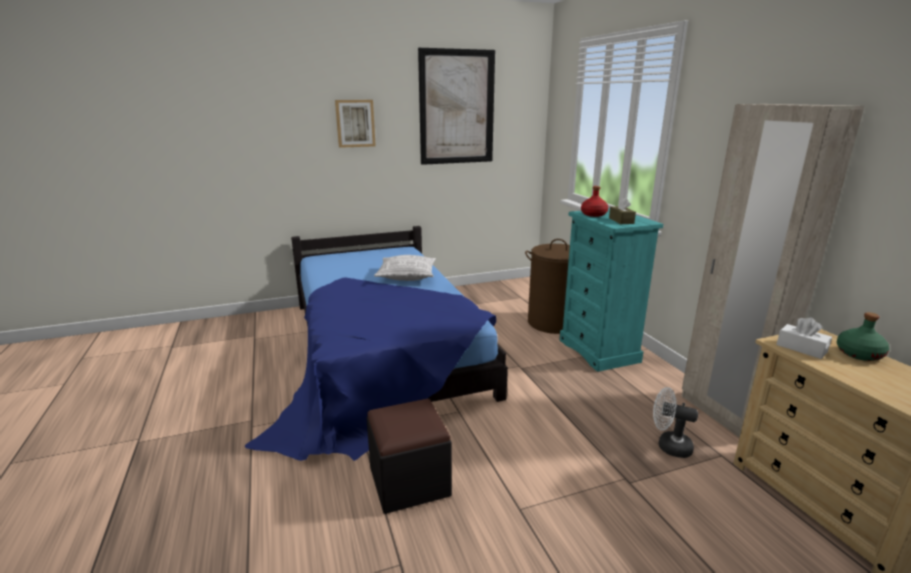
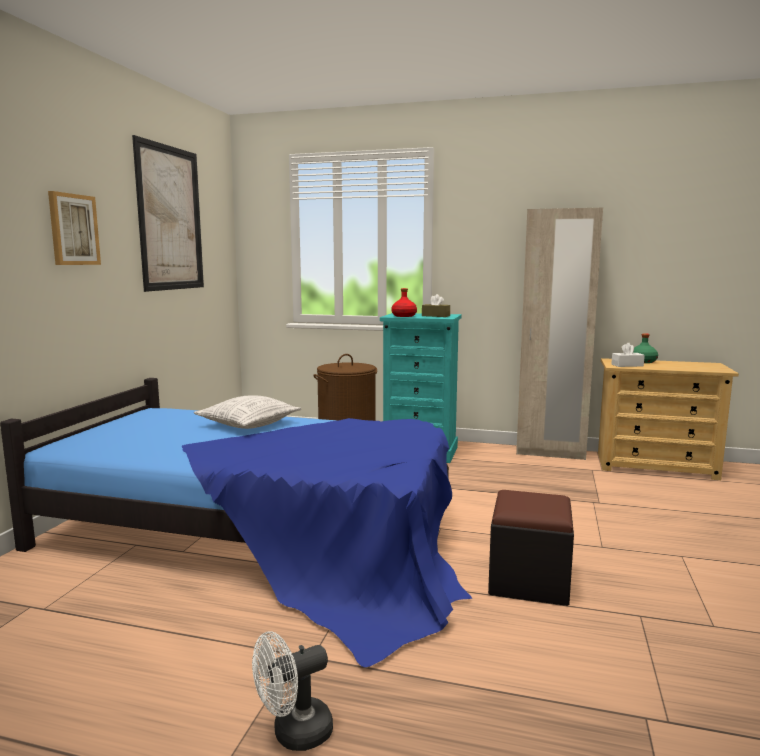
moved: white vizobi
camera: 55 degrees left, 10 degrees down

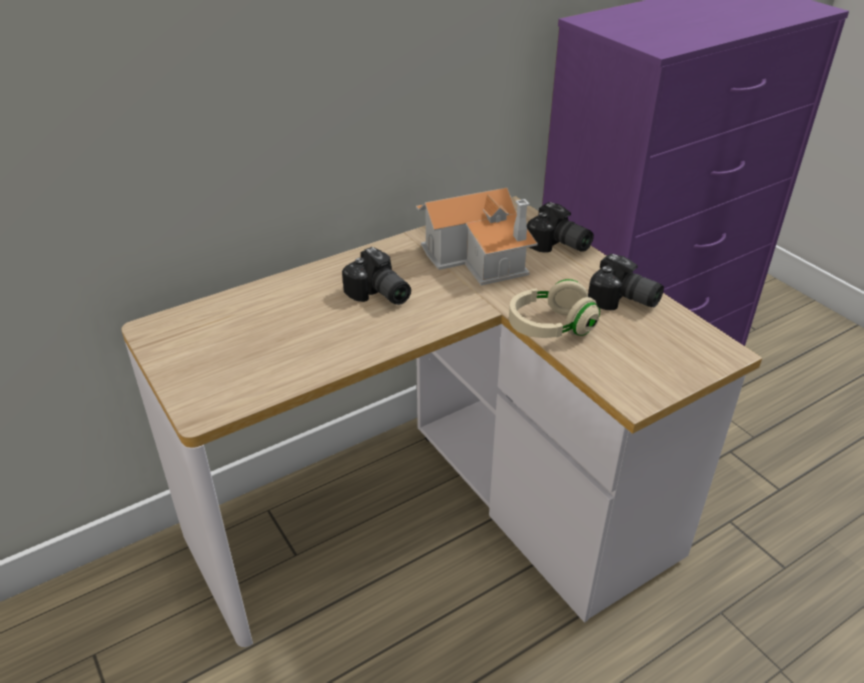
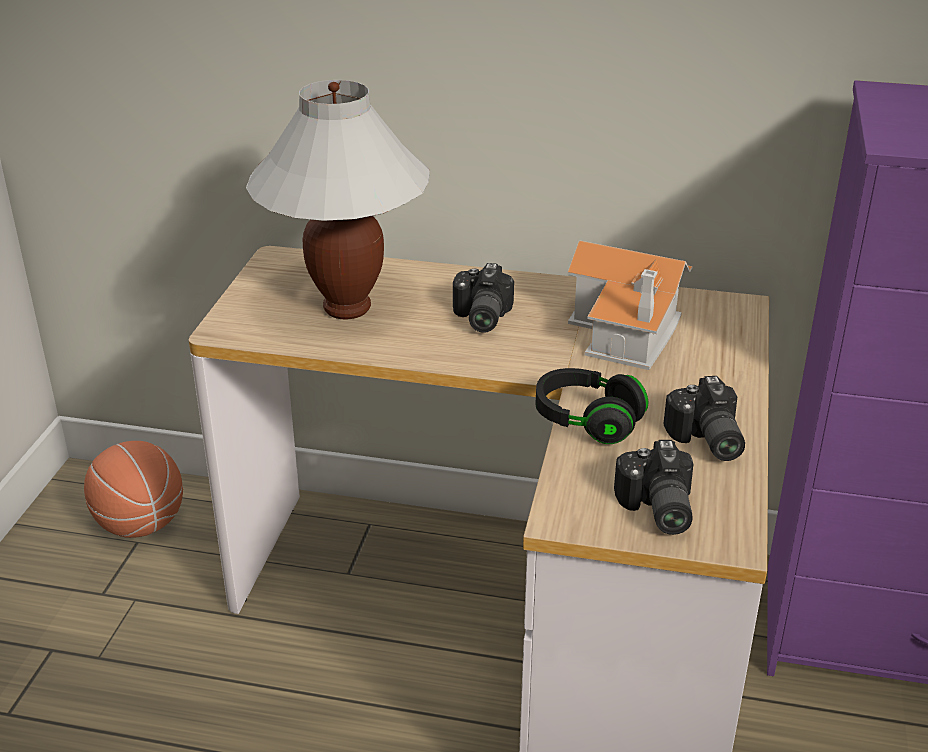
added: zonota; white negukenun
moved: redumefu (2nd from left)
recoloured: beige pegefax to black pegefax
camera: 45 degrees right, 5 degrees down

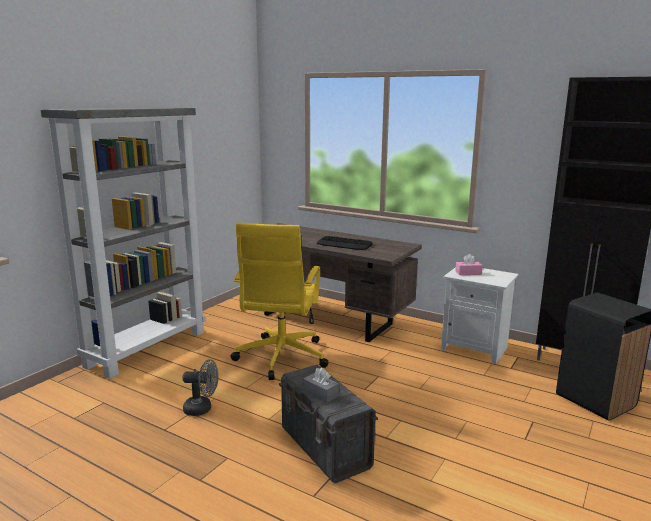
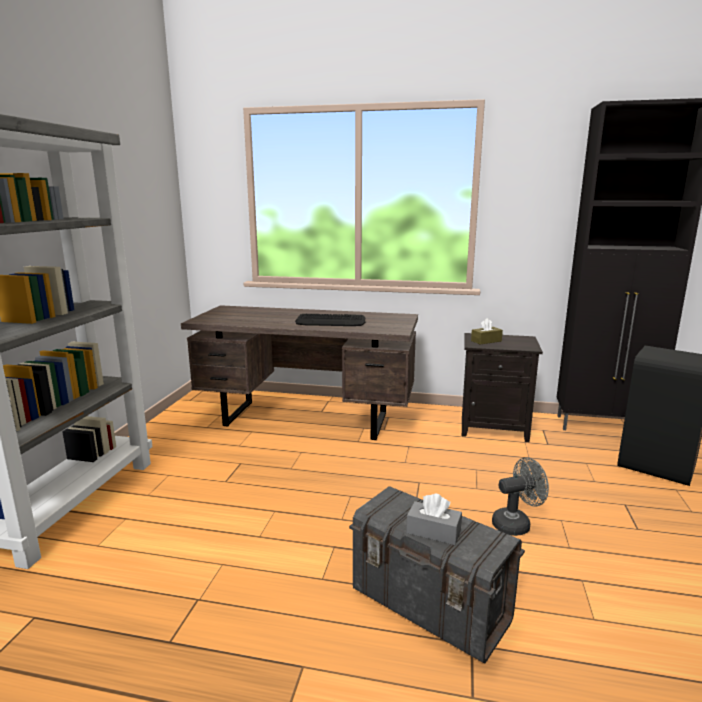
removed: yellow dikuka
moved: grey vizobi
recoloured: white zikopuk to black zikopuk; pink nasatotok to brown nasatotok
camera: 20 degrees left, 0 degrees up

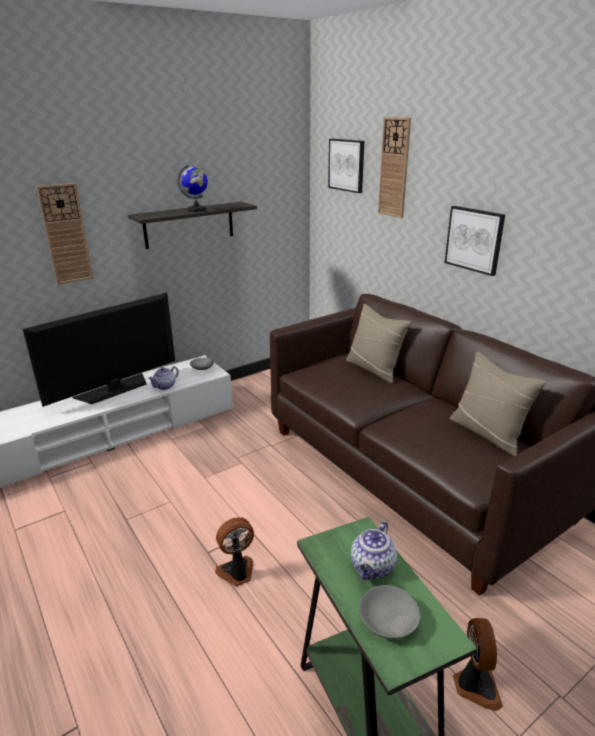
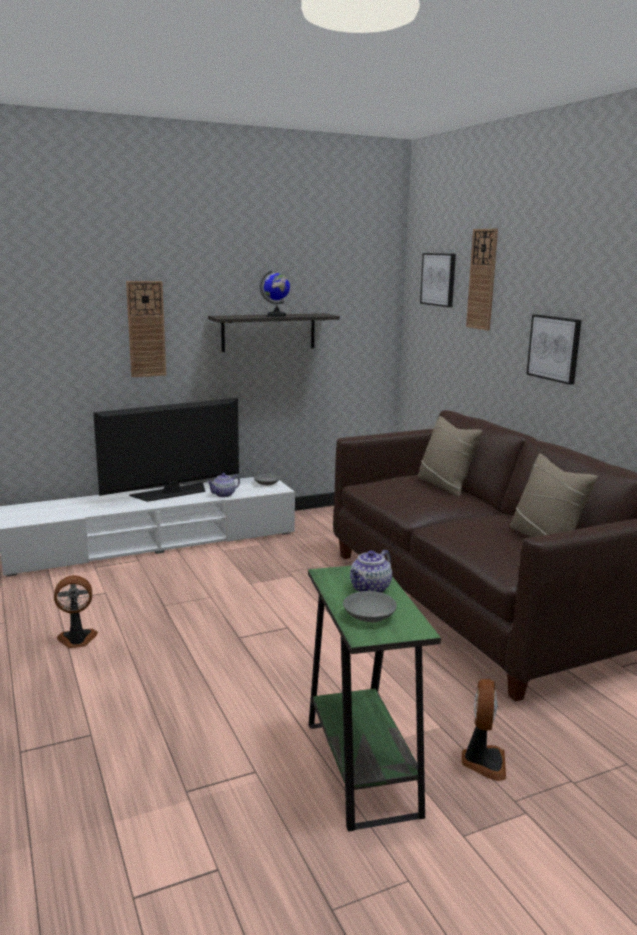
moved: vizobi (1st from left)
camera: 10 degrees right, 10 degrees down

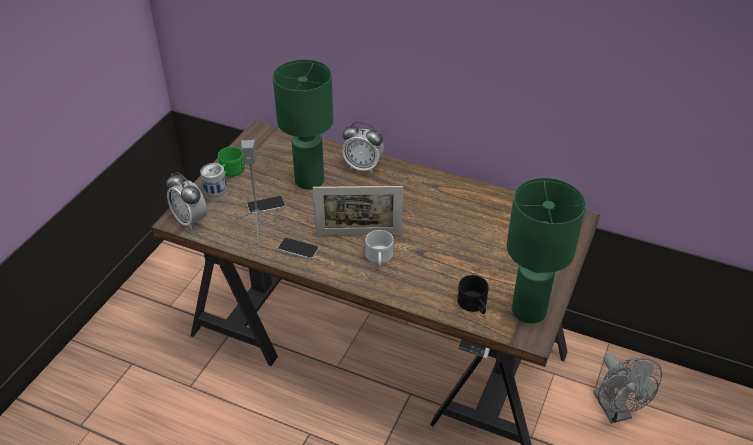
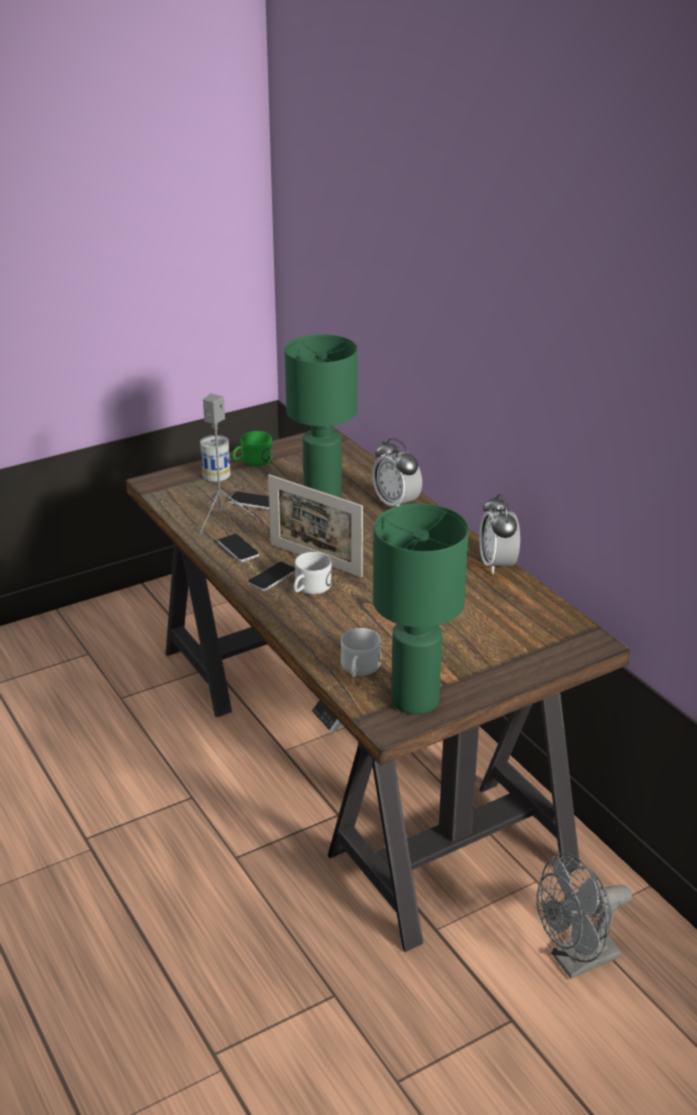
added: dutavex (3rd from left)
moved: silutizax (1st from left in the first image) to silutizax (2nd from left)
recoloured: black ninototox to white ninototox (2nd from left)
turned: grey vizobi 45 degrees clockwise
camera: 35 degrees right, 10 degrees down

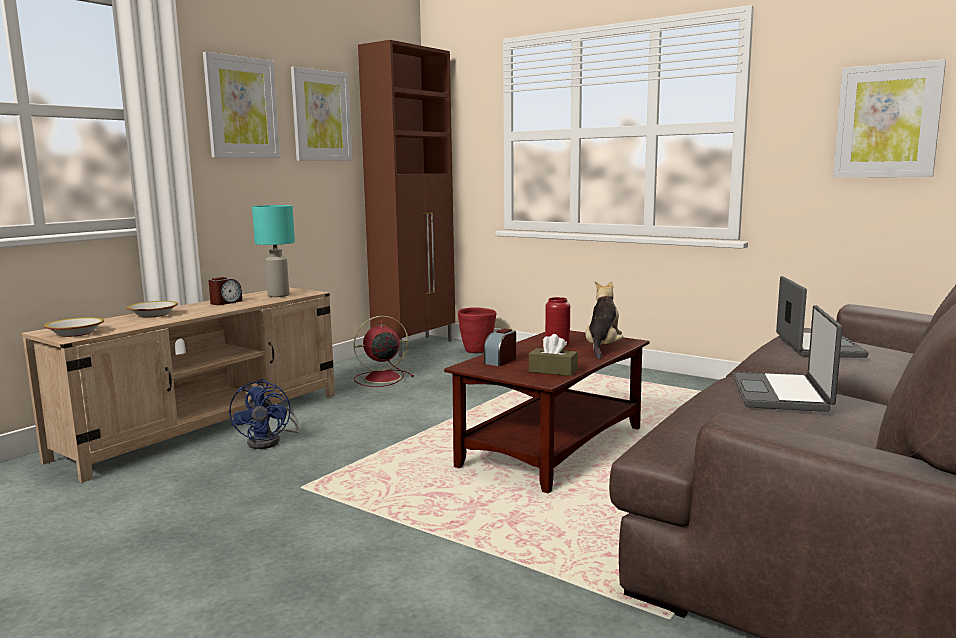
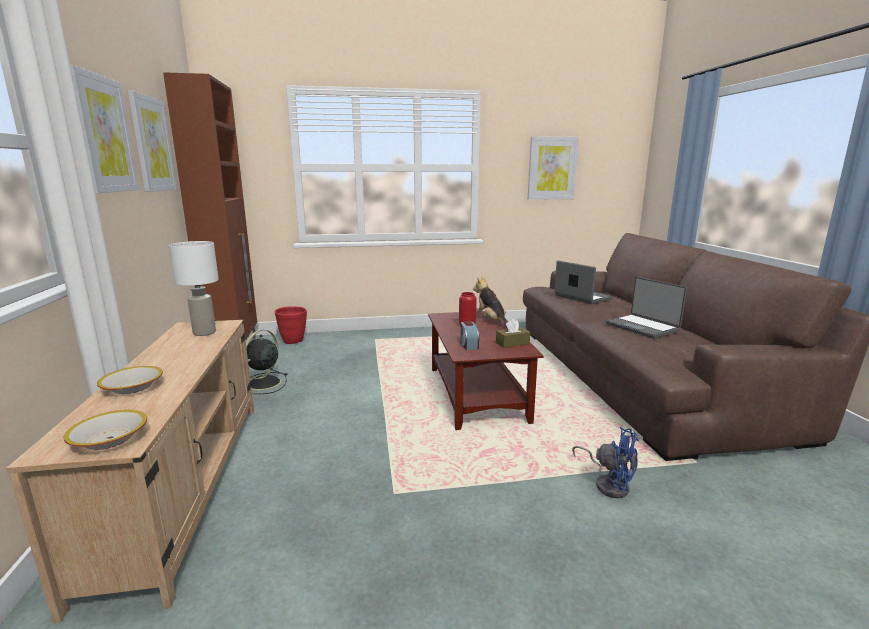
removed: silutizax (1st from left)
moved: blue vizobi
recoloured: turquoise negukenun to white negukenun; red vizobi to black vizobi
camera: 45 degrees left, 5 degrees up

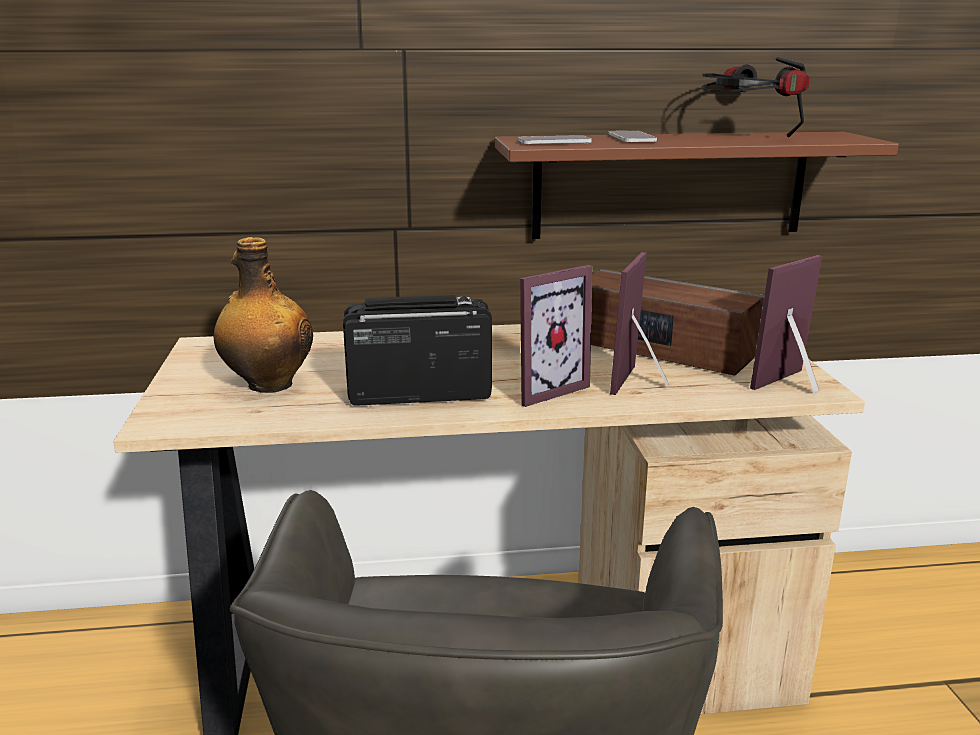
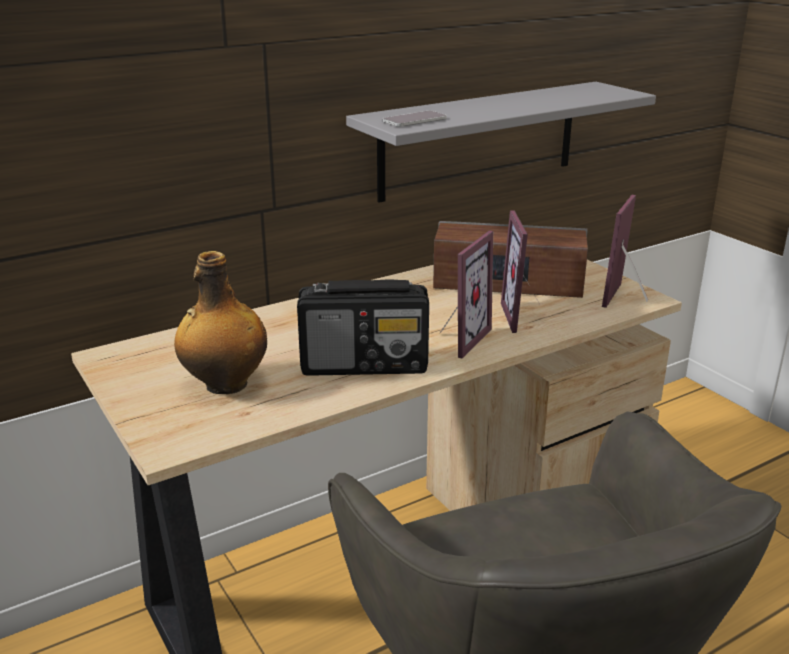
removed: dutavex (2nd from left); pegefax
recoloured: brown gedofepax to grey gedofepax
turned: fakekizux 150 degrees counterclockwise
camera: 25 degrees left, 5 degrees up

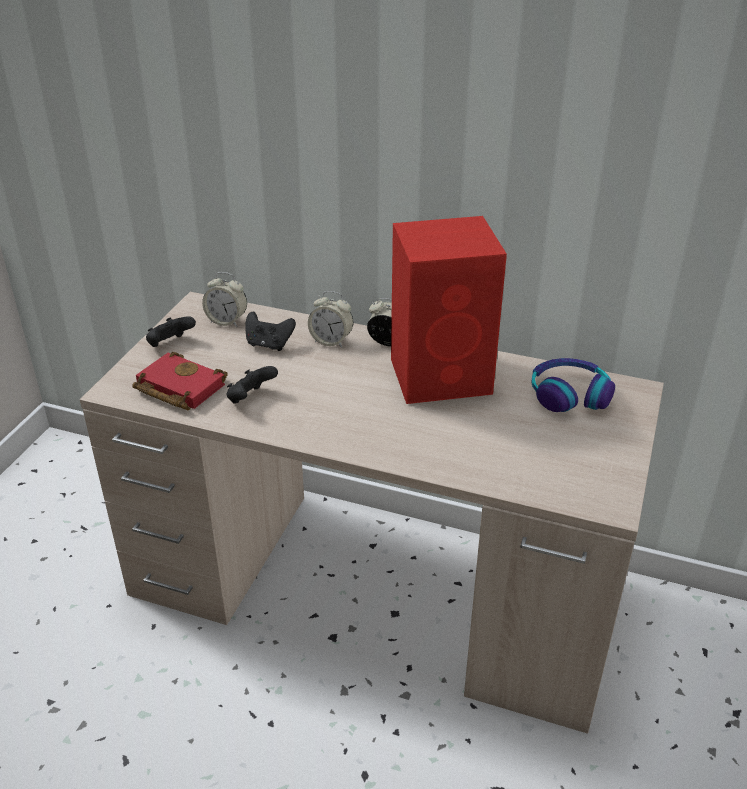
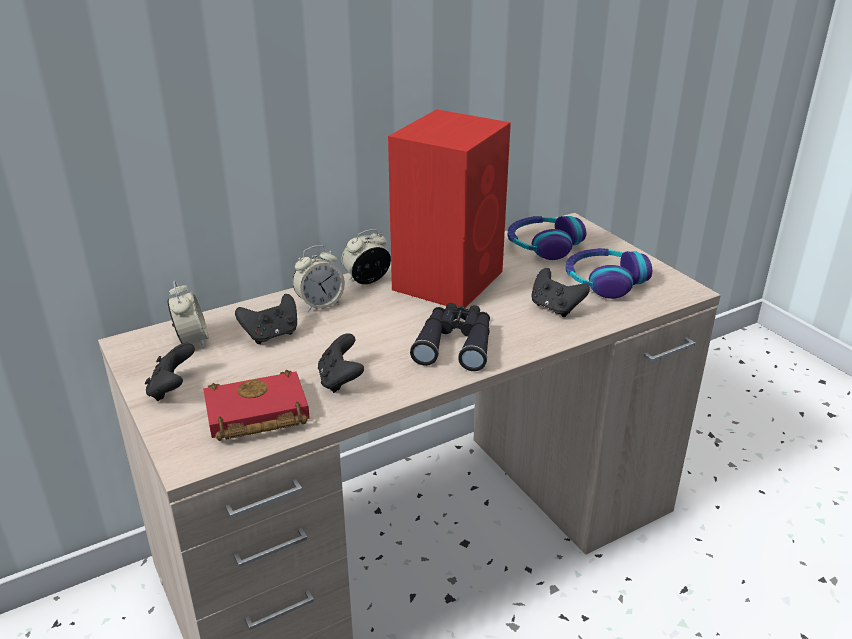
added: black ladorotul; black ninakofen (4th from left); pegefax (2nd from left)
turned: silutizax (1st from left) 75 degrees counterclockwise
camera: 50 degrees left, 5 degrees down

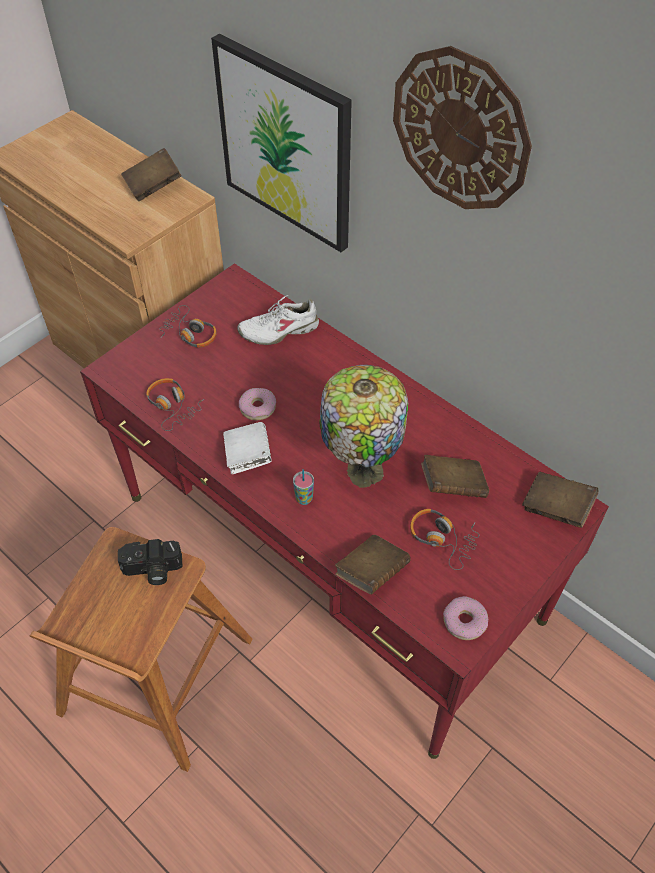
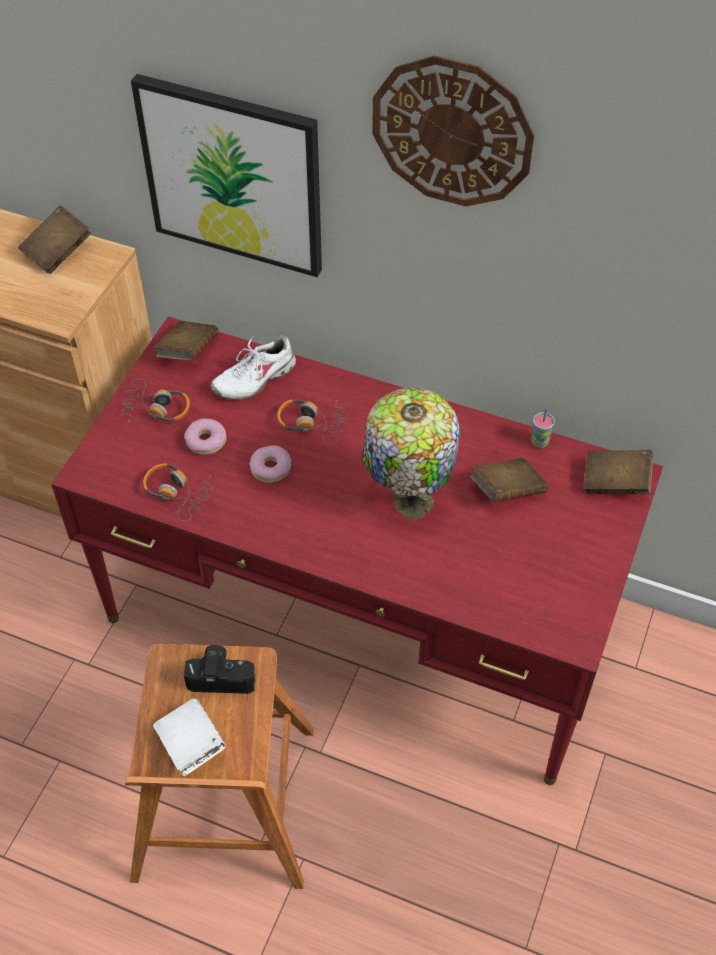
moved: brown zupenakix (2nd from left); white zupenakix; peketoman (2nd from left in the first image) to peketoman (1st from left); pegefax (3rd from left); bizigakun
turned: redumefu 150 degrees counterclockwise
camera: 20 degrees left, 0 degrees up

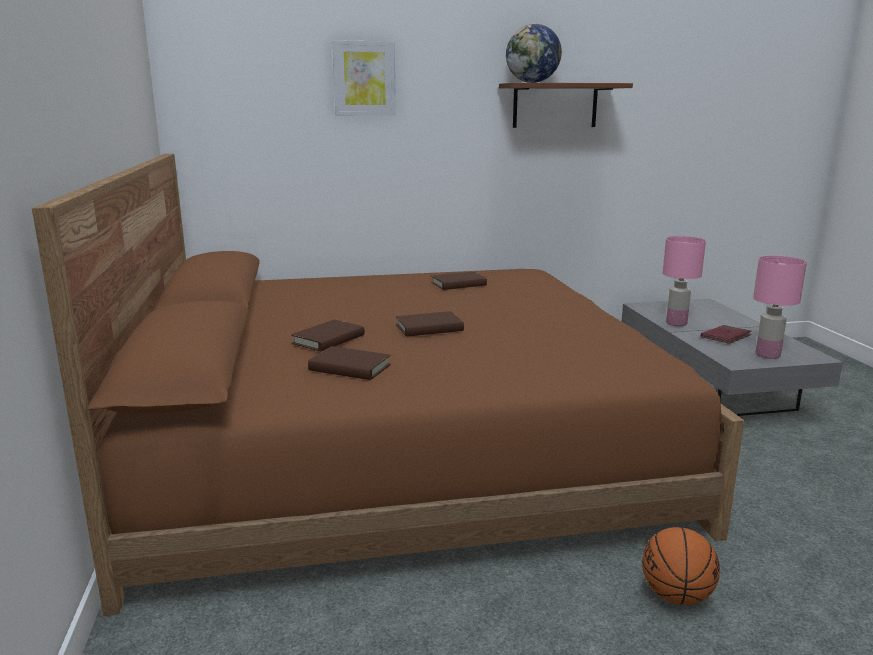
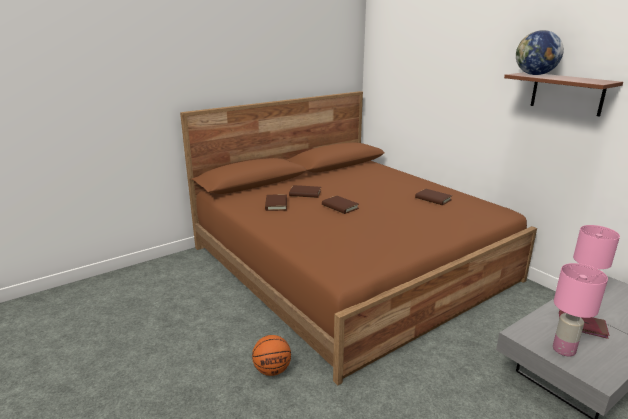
removed: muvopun
camera: 65 degrees right, 5 degrees up

